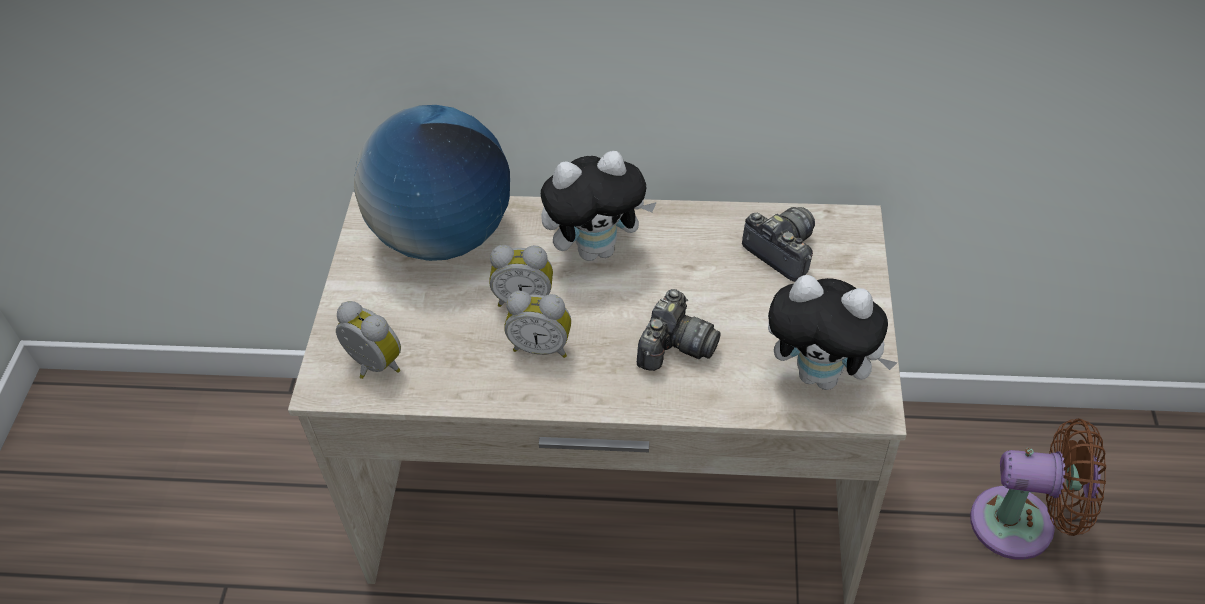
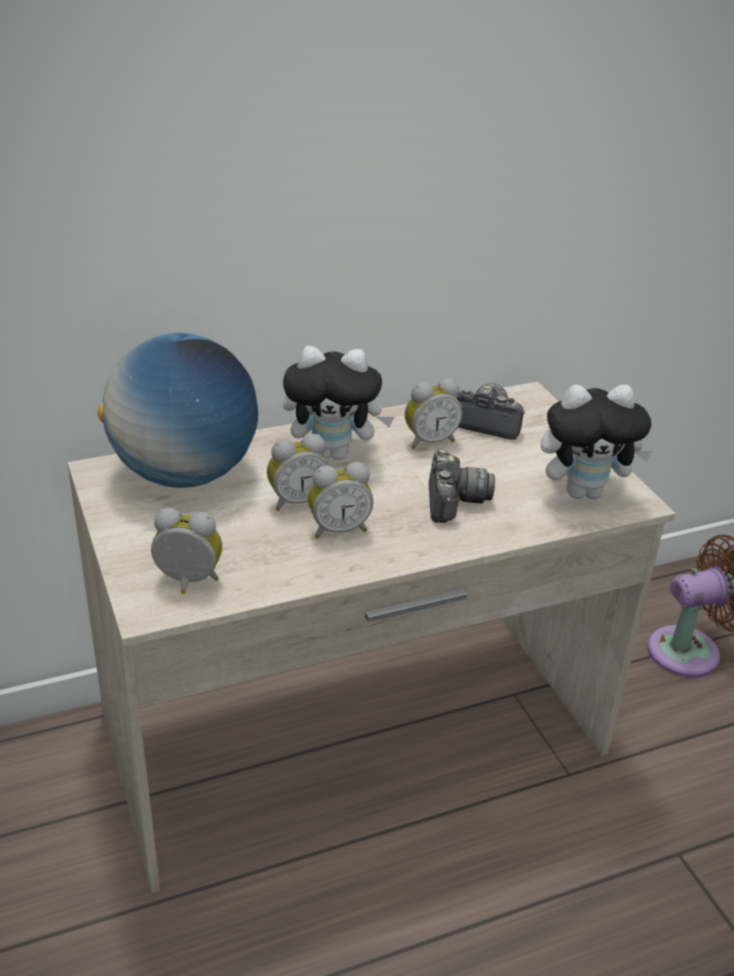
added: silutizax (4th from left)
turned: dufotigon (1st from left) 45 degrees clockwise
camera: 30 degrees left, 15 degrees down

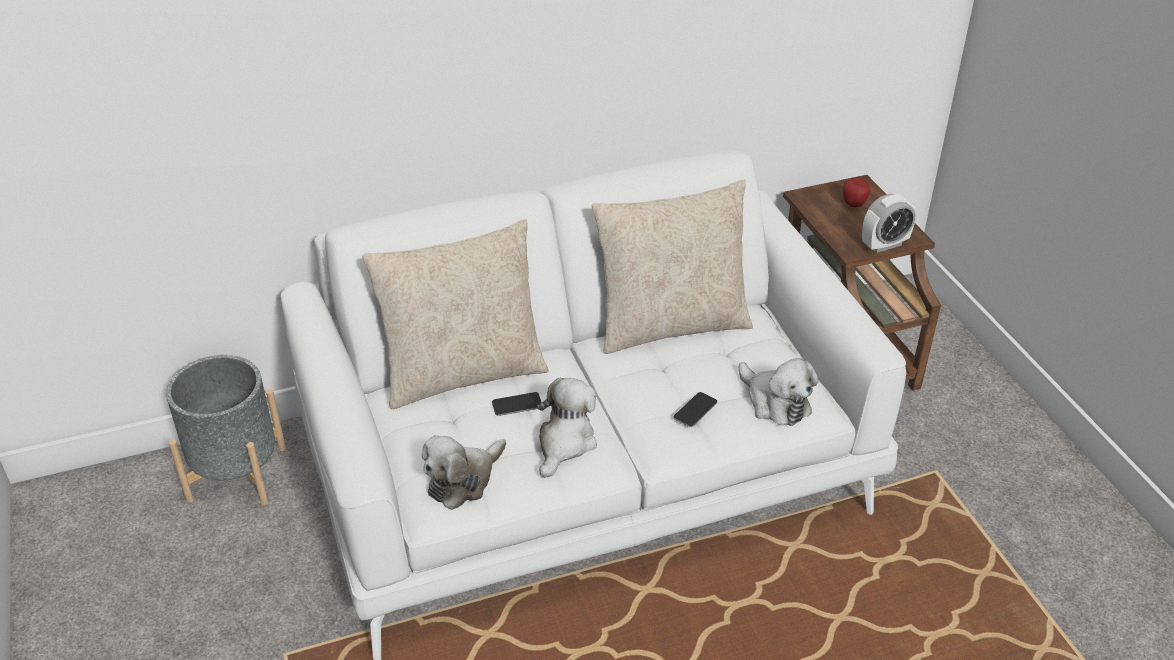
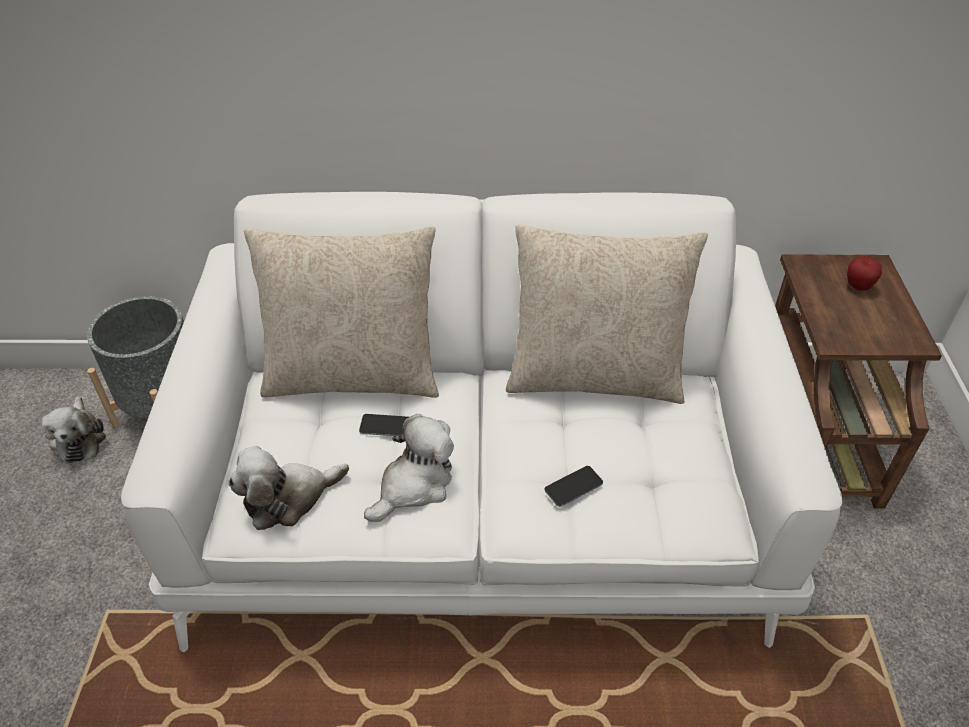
removed: silutizax
moved: dufotigon (3rd from left in the first image) to dufotigon (1st from left)
camera: 20 degrees right, 5 degrees up

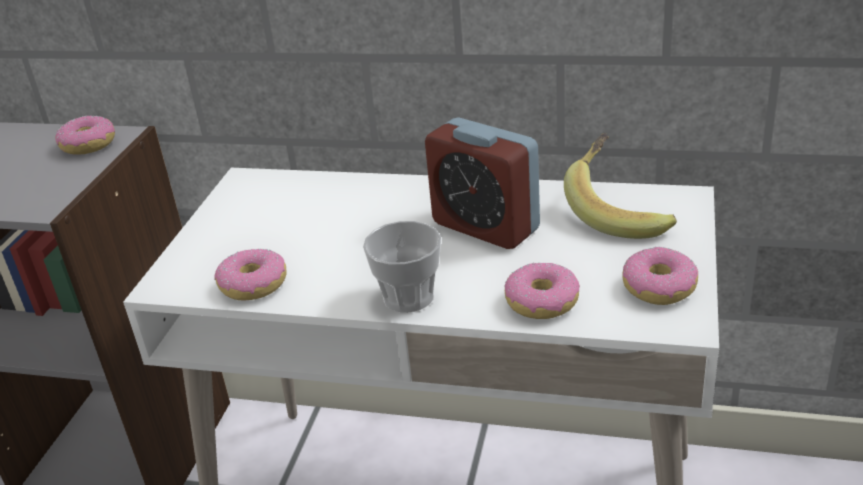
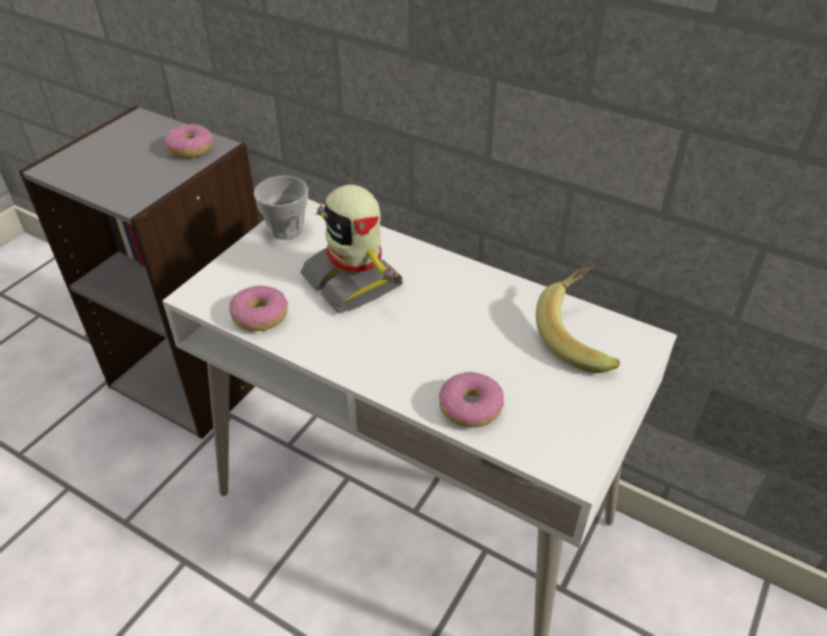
removed: silutizax; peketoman (4th from left)
added: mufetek
moved: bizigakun
camera: 15 degrees right, 10 degrees up

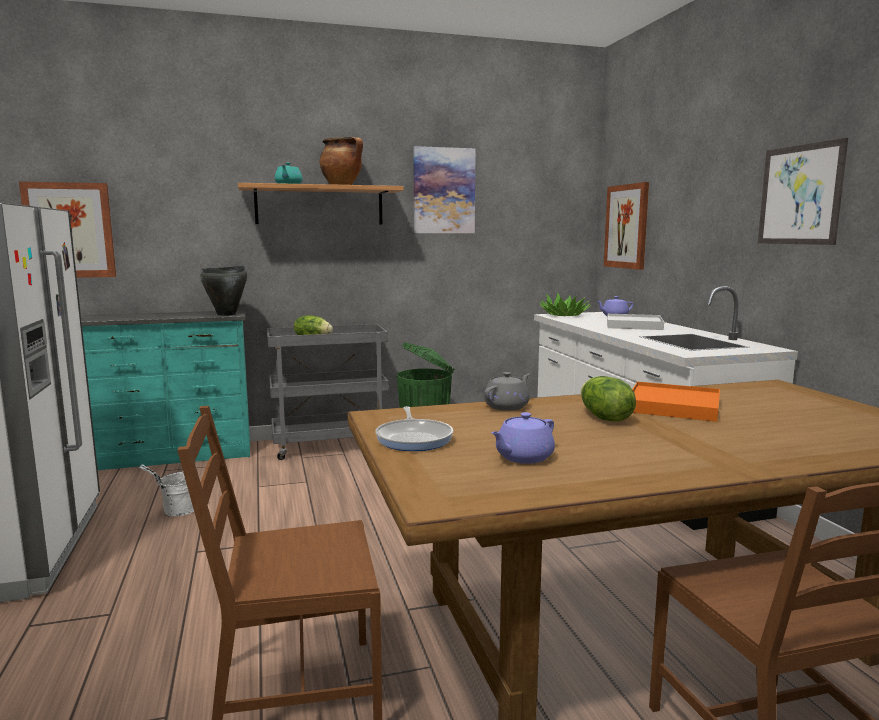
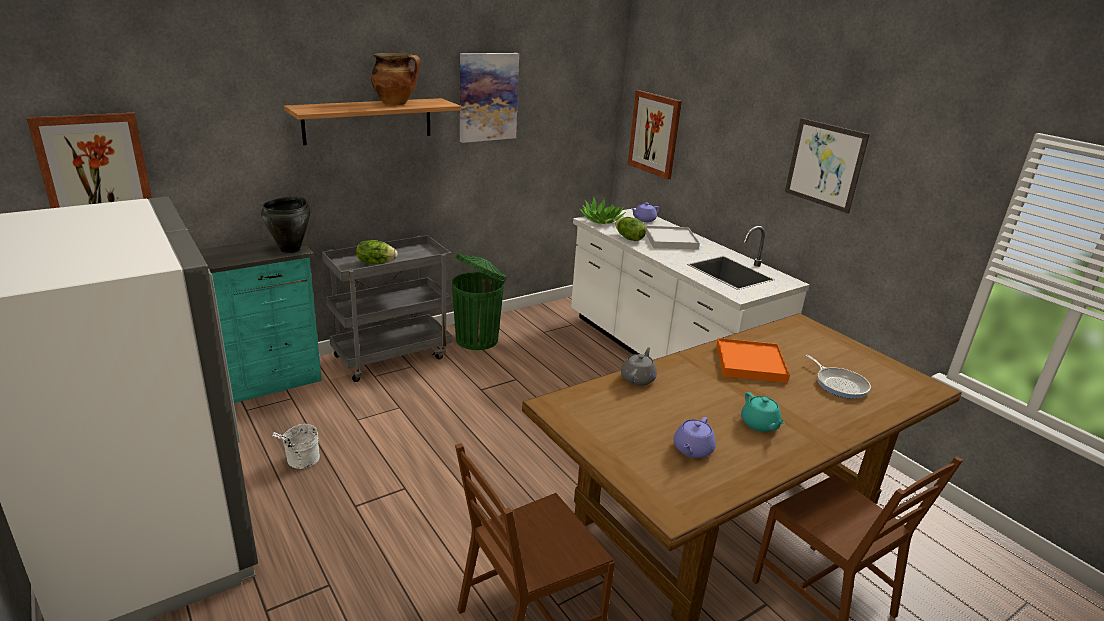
moved: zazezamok (2nd from left); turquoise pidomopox; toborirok
camera: 20 degrees left, 15 degrees up

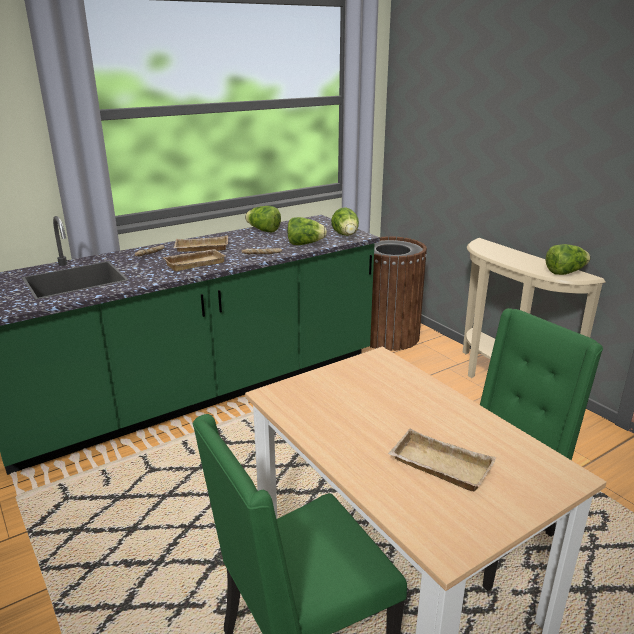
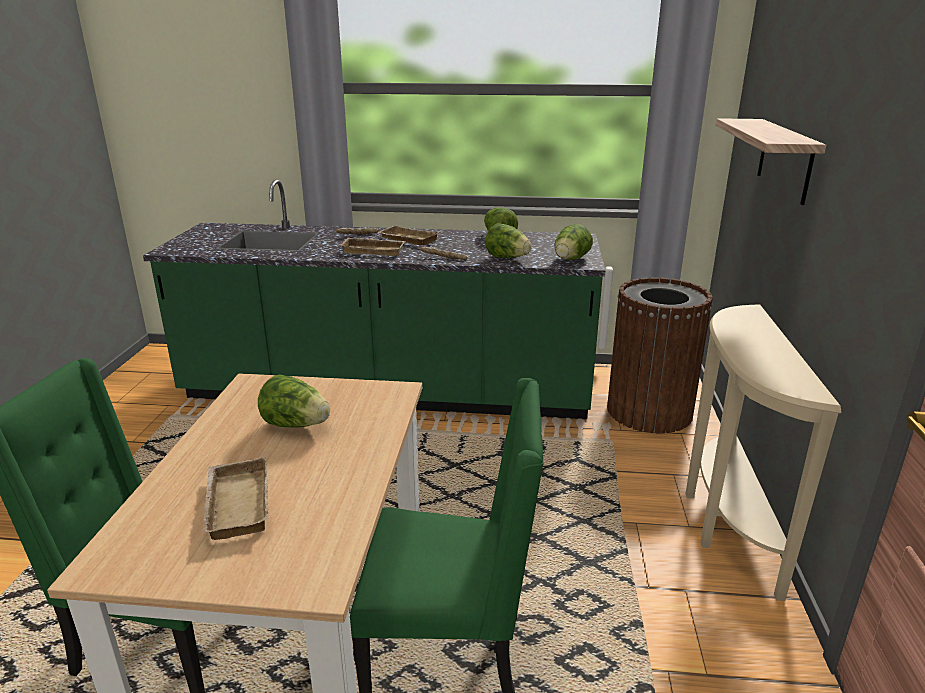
added: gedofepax
moved: zazezamok (4th from left in the first image) to zazezamok (1st from left)
camera: 40 degrees right, 0 degrees up

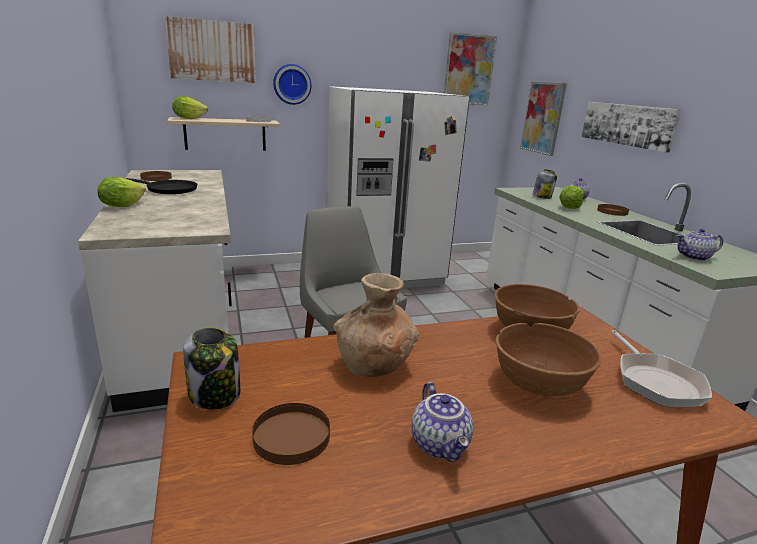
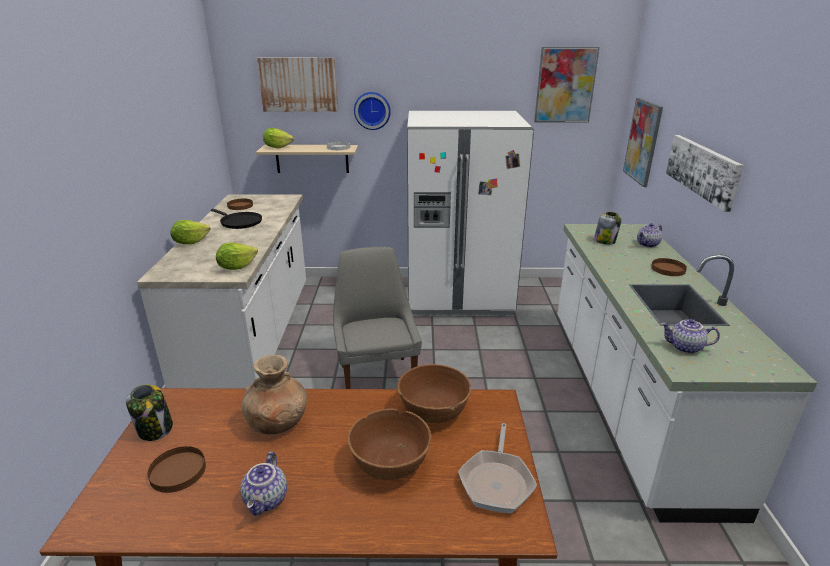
moved: zazezamok (3rd from left in the first image) to zazezamok (2nd from left)
camera: 20 degrees right, 5 degrees up

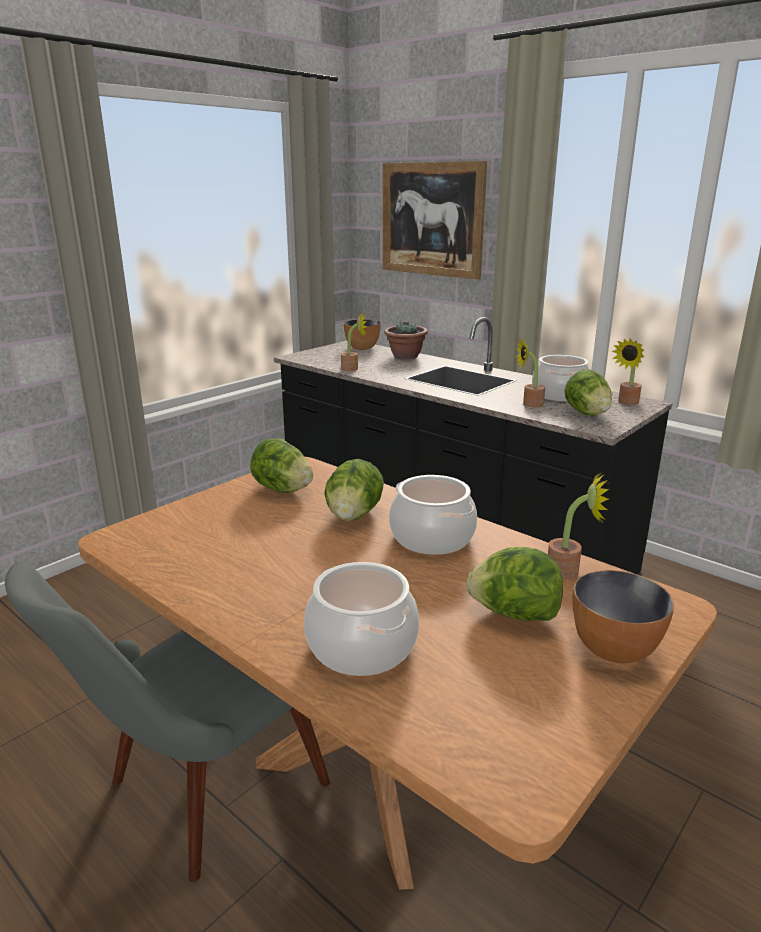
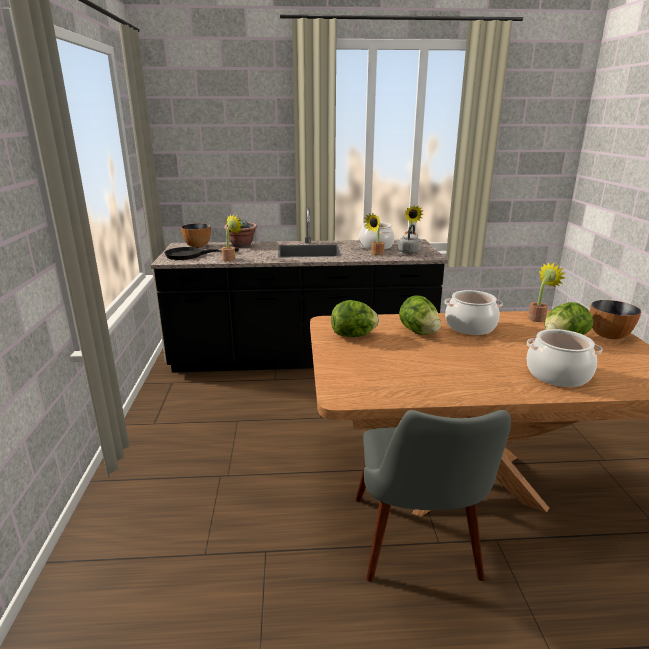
removed: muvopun
added: black toborirok
replaced: zazezamok (4th from left) to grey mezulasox
camera: 45 degrees left, 0 degrees up

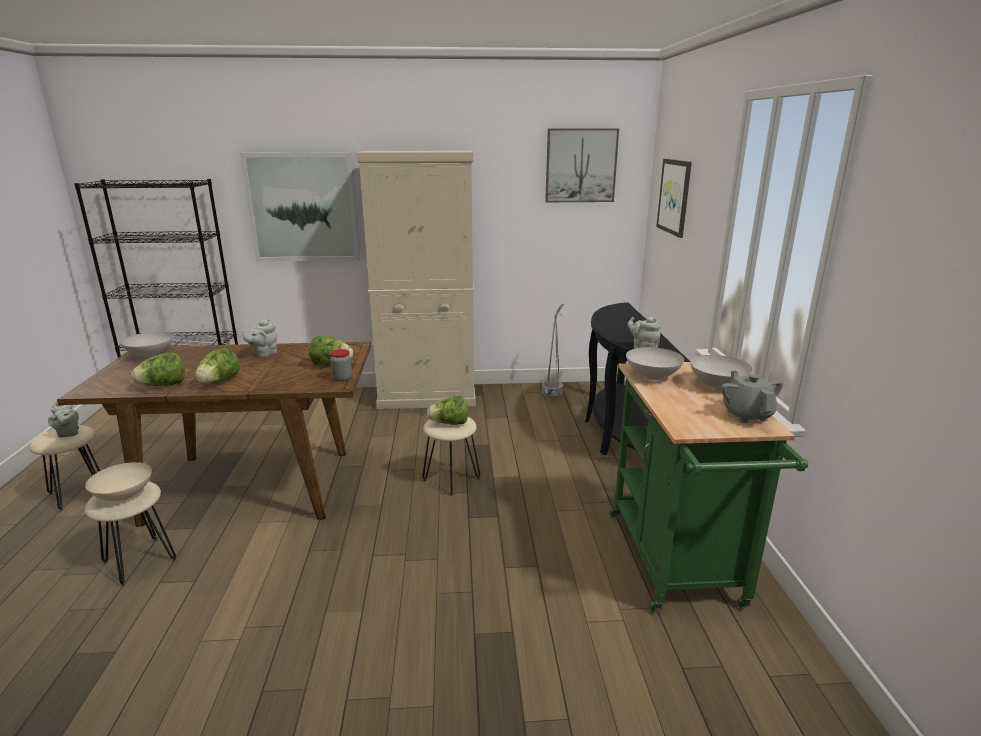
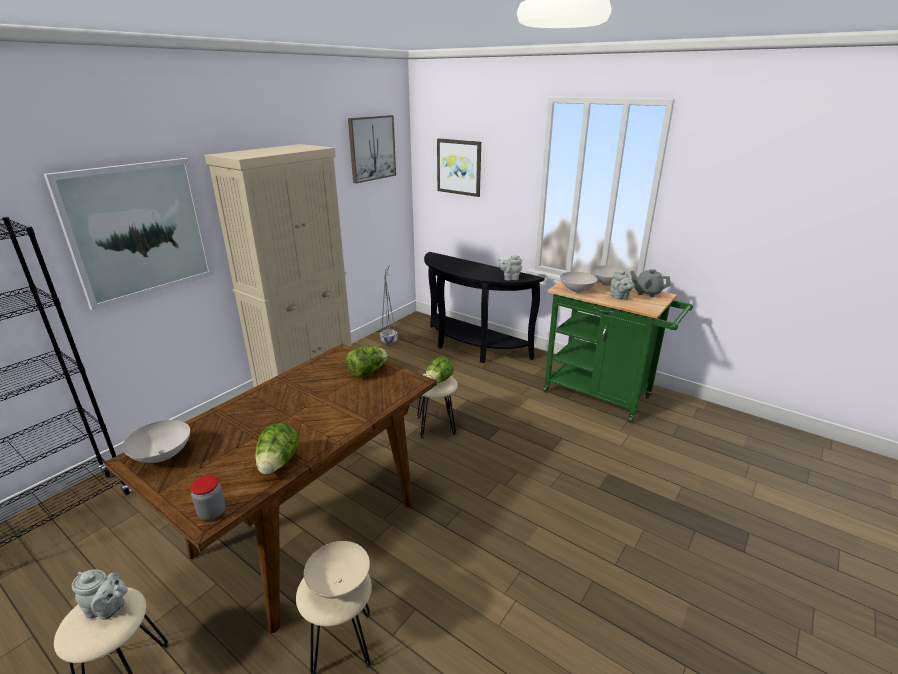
removed: zazezamok (2nd from left)
moved: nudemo; grey pidomopox (2nd from left in the first image) to grey pidomopox (3rd from left)
camera: 50 degrees left, 5 degrees up

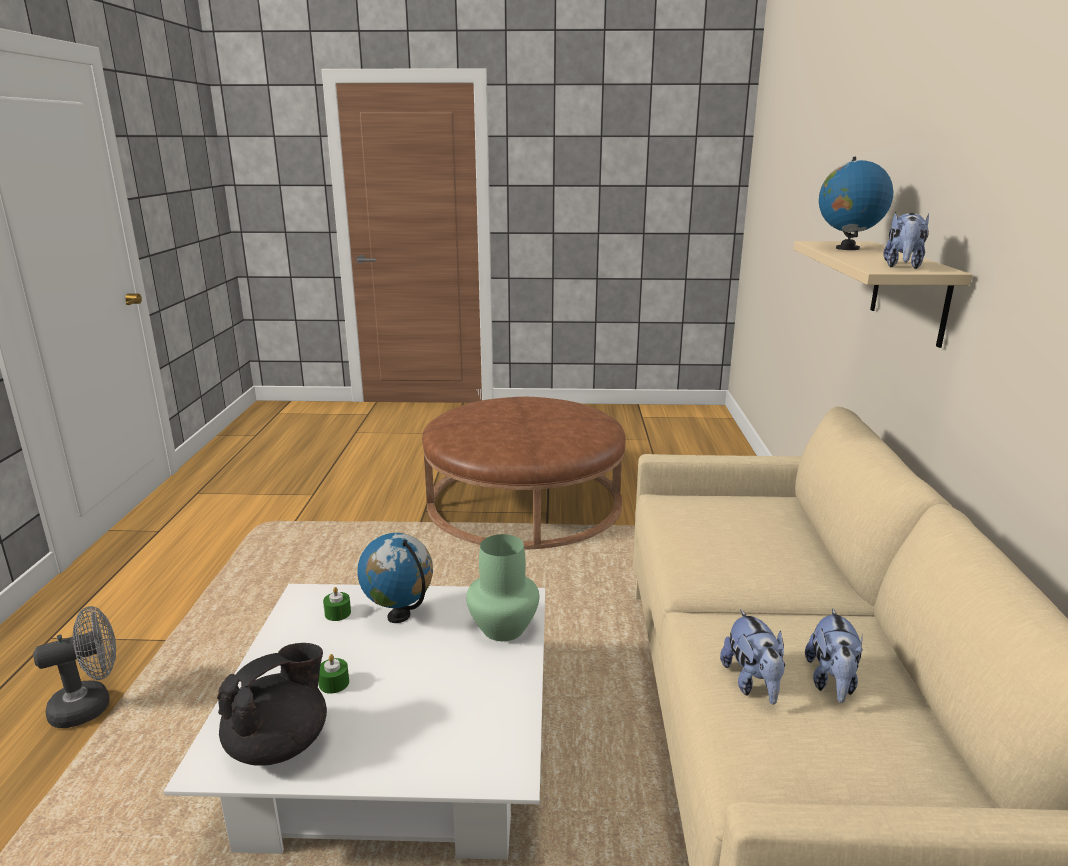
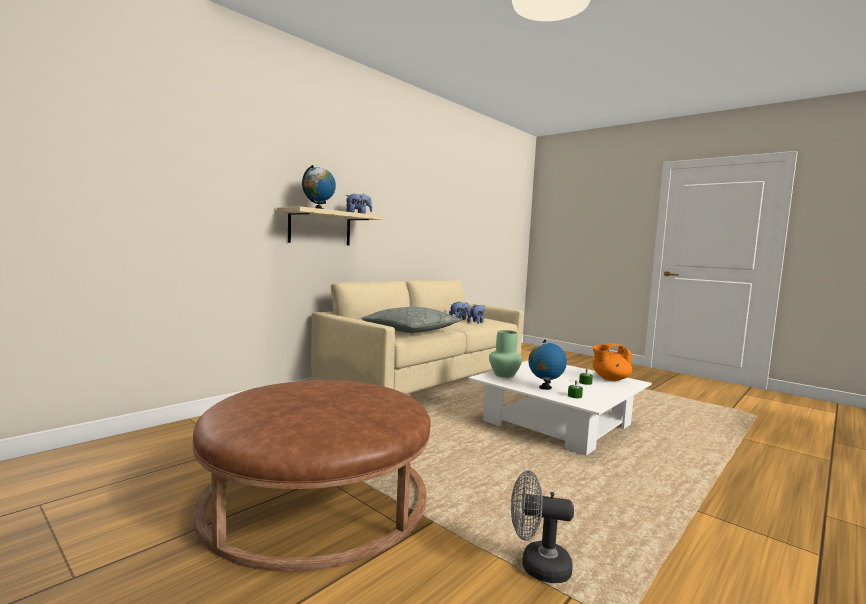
added: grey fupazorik
moved: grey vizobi
recoloured: black pidomopox to orange pidomopox
camera: 140 degrees left, 15 degrees down

